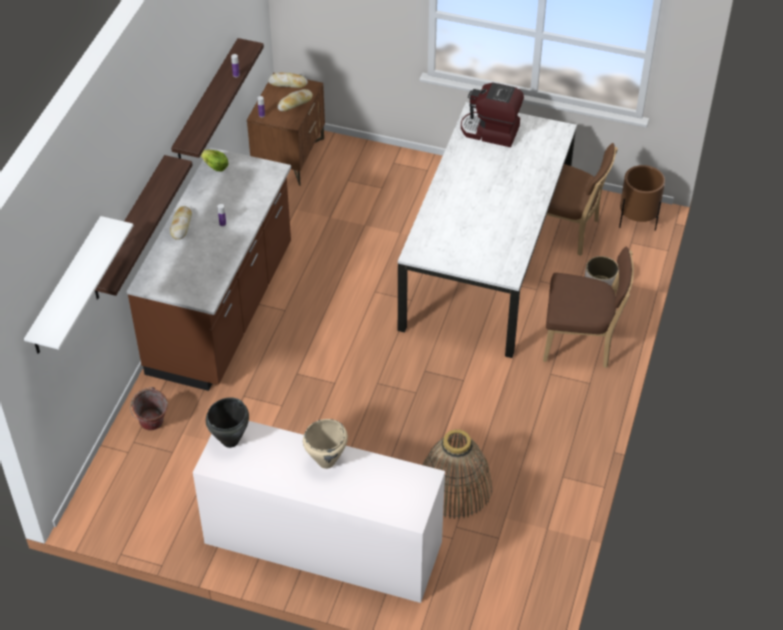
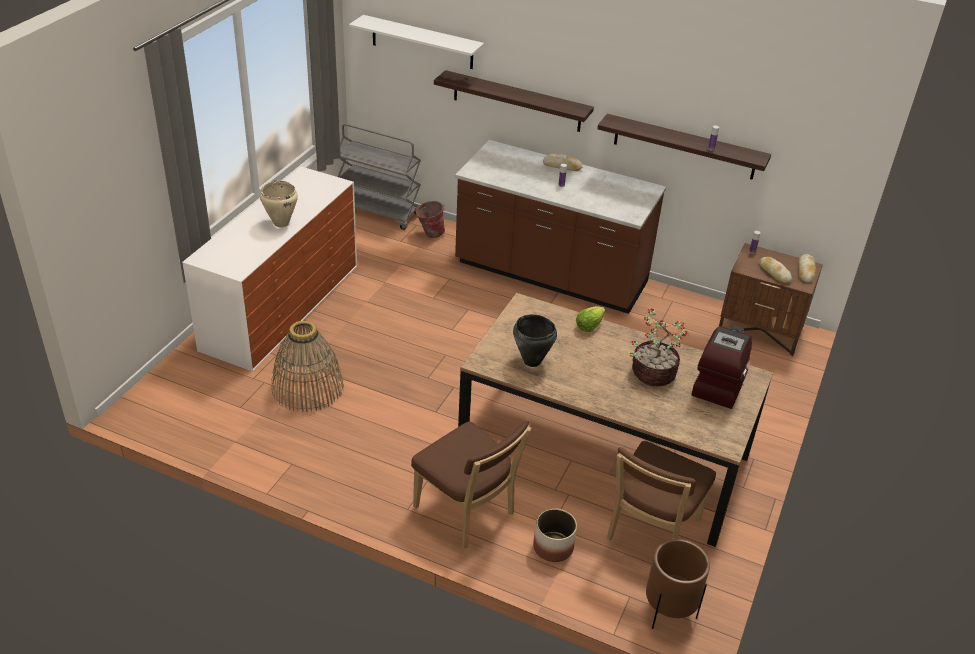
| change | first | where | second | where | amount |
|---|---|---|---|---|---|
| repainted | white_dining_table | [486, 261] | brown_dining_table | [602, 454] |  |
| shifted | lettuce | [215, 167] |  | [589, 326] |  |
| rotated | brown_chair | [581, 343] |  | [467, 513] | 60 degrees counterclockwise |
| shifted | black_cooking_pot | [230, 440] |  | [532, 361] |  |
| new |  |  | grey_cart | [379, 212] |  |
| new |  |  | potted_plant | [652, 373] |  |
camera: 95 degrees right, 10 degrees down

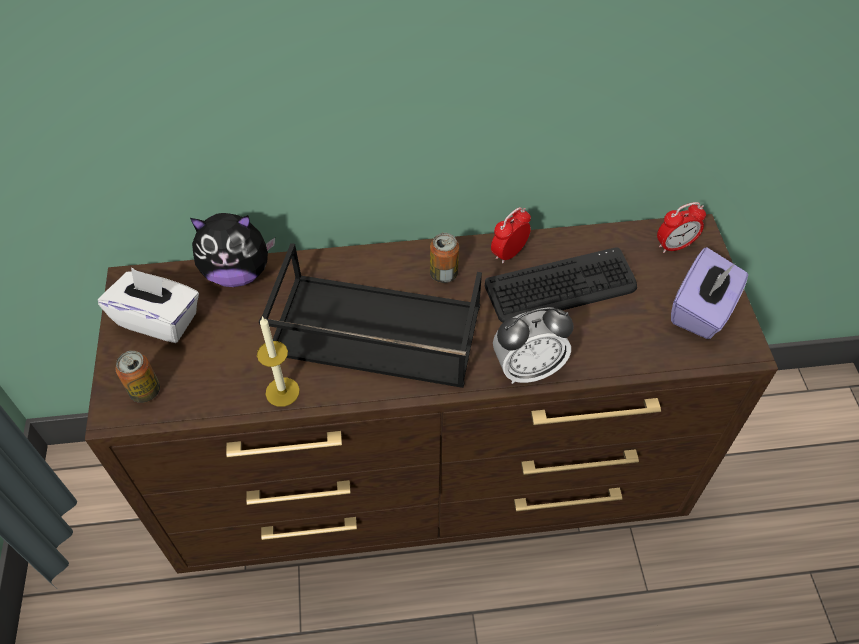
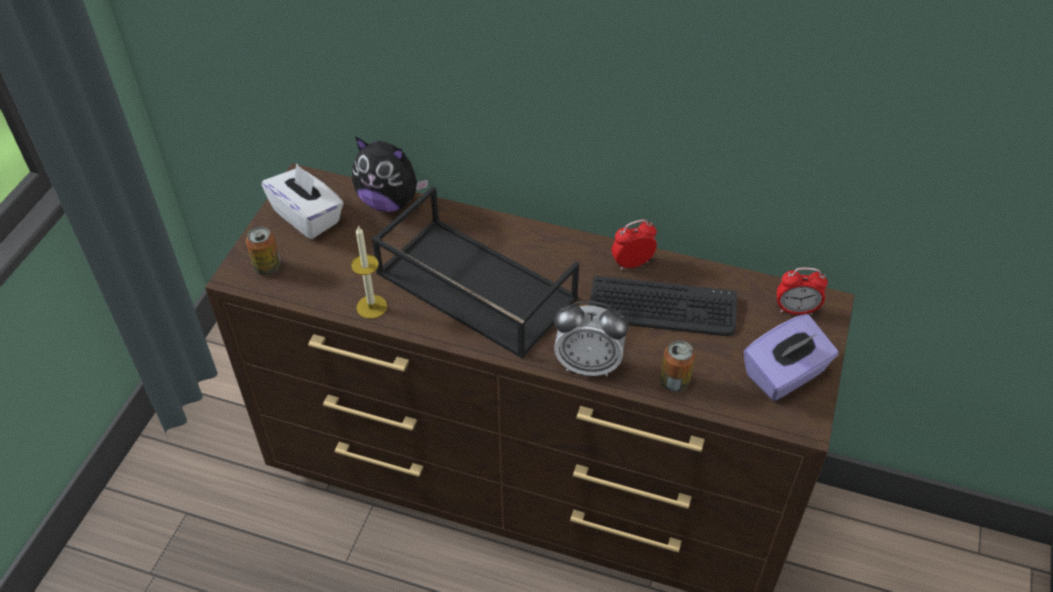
| change | first | where | second | where | amount |
|---|---|---|---|---|---|
| shifted | can | [443, 274] |  | [674, 382] |  |
camera: 25 degrees right, 5 degrees down

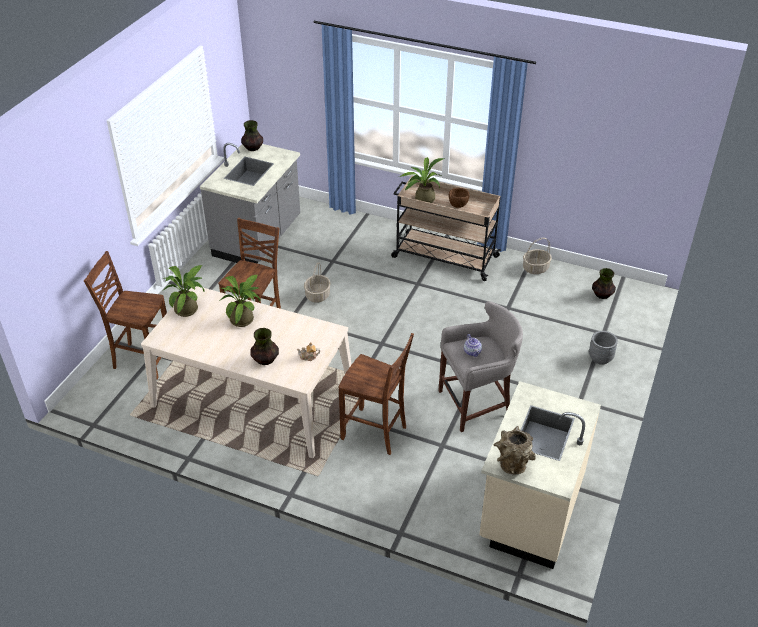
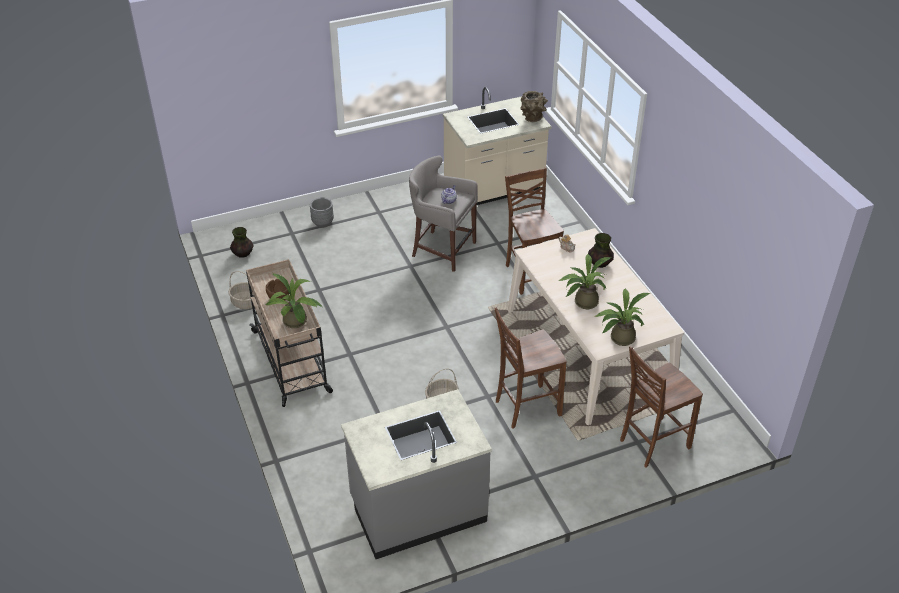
| change | first | where | second | where | amount |
|---|---|---|---|---|---|
| gone | vase | [253, 148] |  |  |  |
| rotated | brown_chair | [142, 359] |  | [652, 443] | 90 degrees clockwise |
camera: 135 degrees left, 0 degrees up

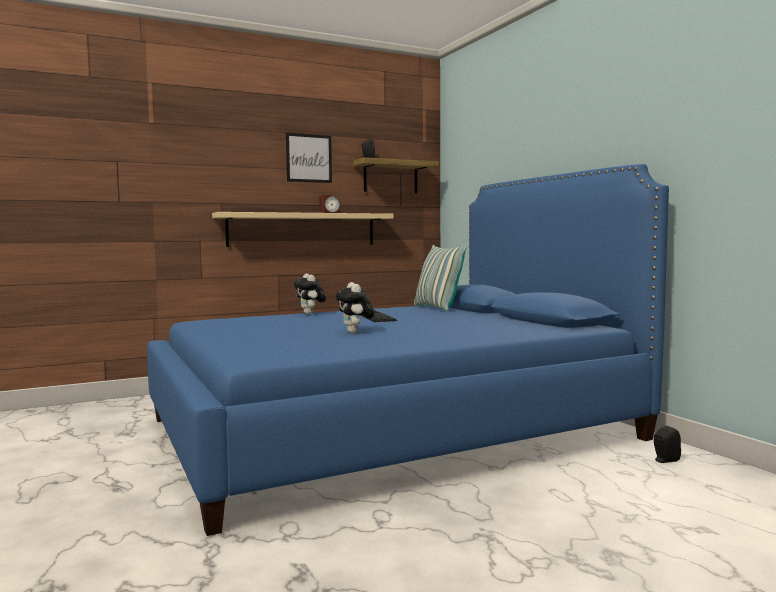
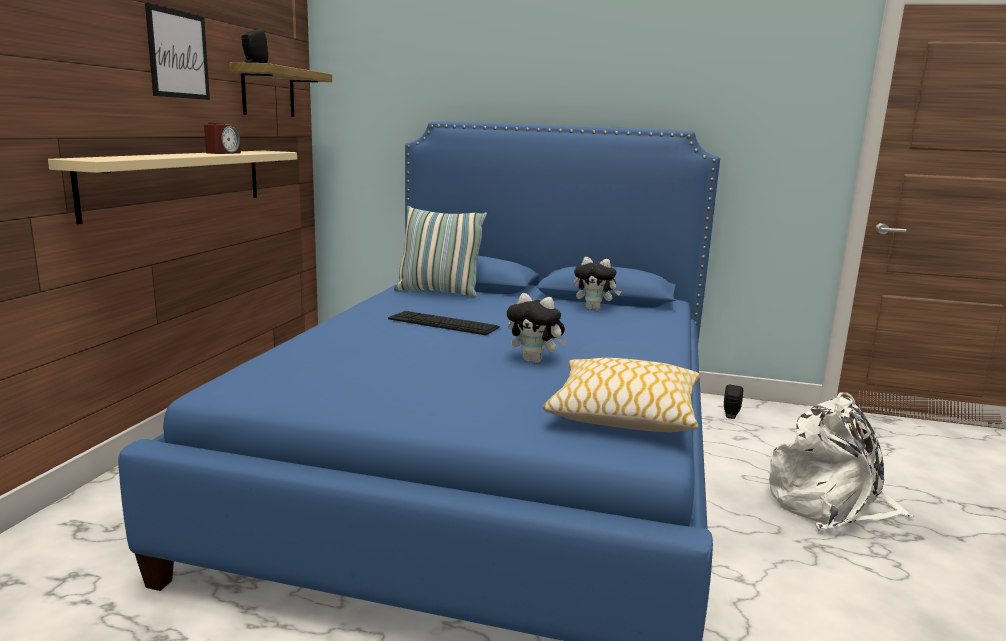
| change | first | where | second | where | amount |
|---|---|---|---|---|---|
| shifted | plush_toy | [310, 314] |  | [594, 309] |  |
| new |  |  | pillow | [624, 413] |  |
| new |  |  | white_backpack | [830, 505] |  |
camera: 50 degrees left, 10 degrees up

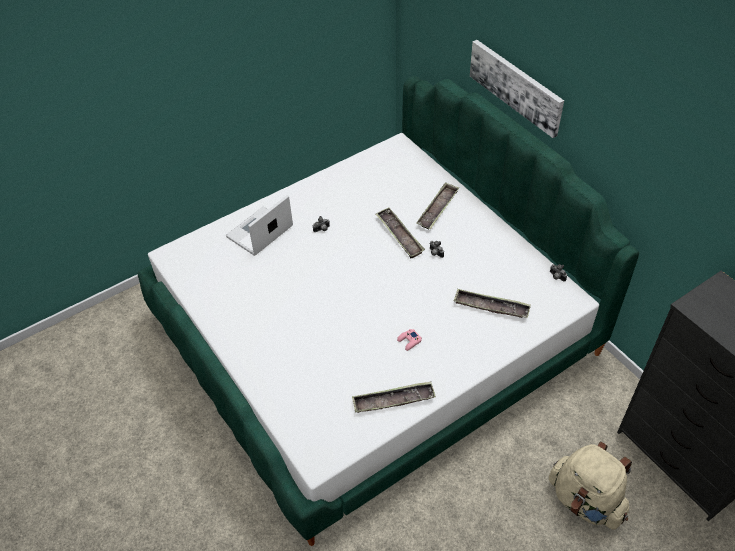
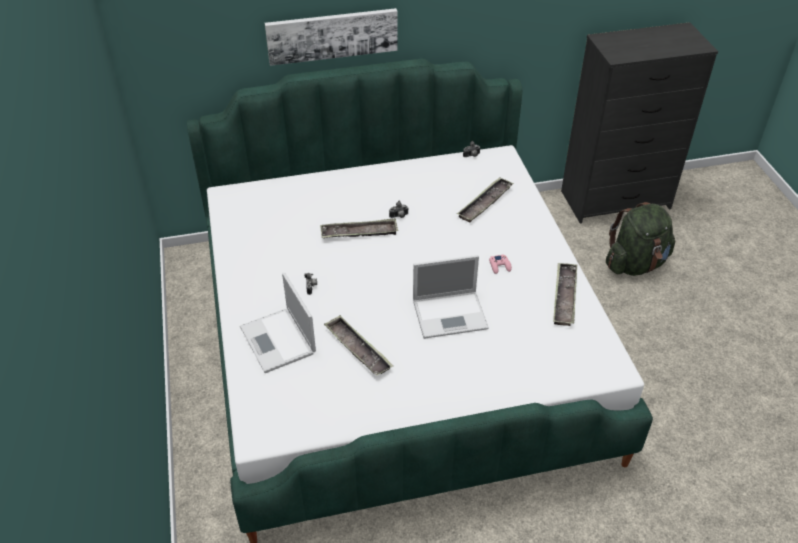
| change | first | where | second | where | amount |
|---|---|---|---|---|---|
| shifted | tray | [438, 209] |  | [358, 349] |  |
| repainted | beige_backpack | [586, 500] | green_backpack | [635, 264] |  |
| new |  |  | laptop | [451, 314] |  |
camera: 70 degrees left, 5 degrees down

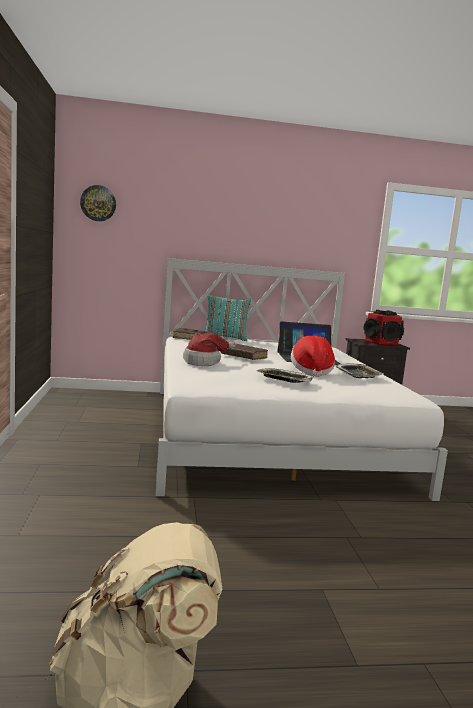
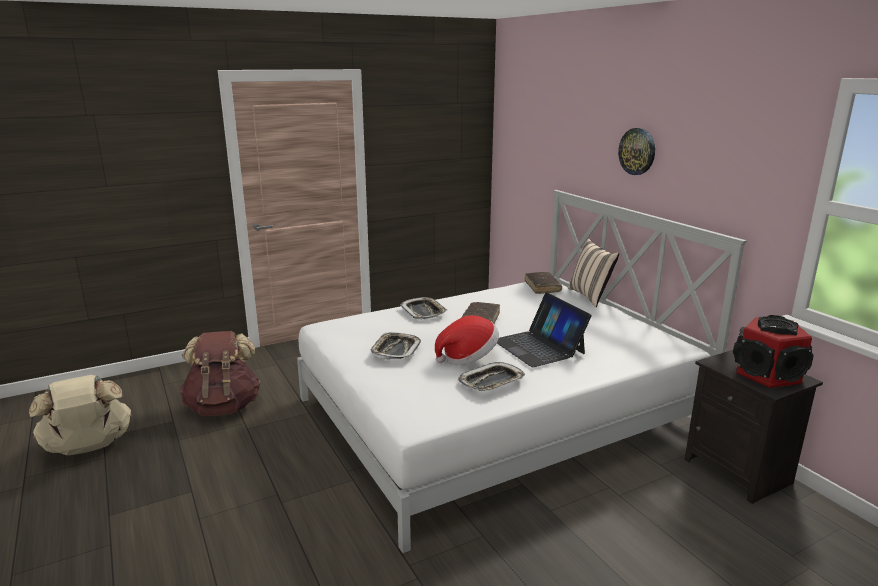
| change | first | where | second | where | amount |
|---|---|---|---|---|---|
| shifted | wall_clock | [98, 203] |  | [637, 151] |  |
| repainted | turquoise_pillow | [225, 338] | beige_pillow | [590, 296] |  |
| swapped | hat | [204, 362] | tray | [423, 312] |  |
| new |  |  | brown_backpack | [223, 406] |  |
camera: 70 degrees right, 10 degrees up

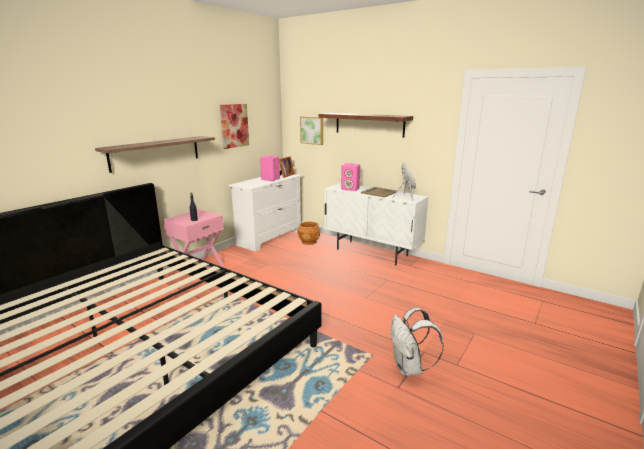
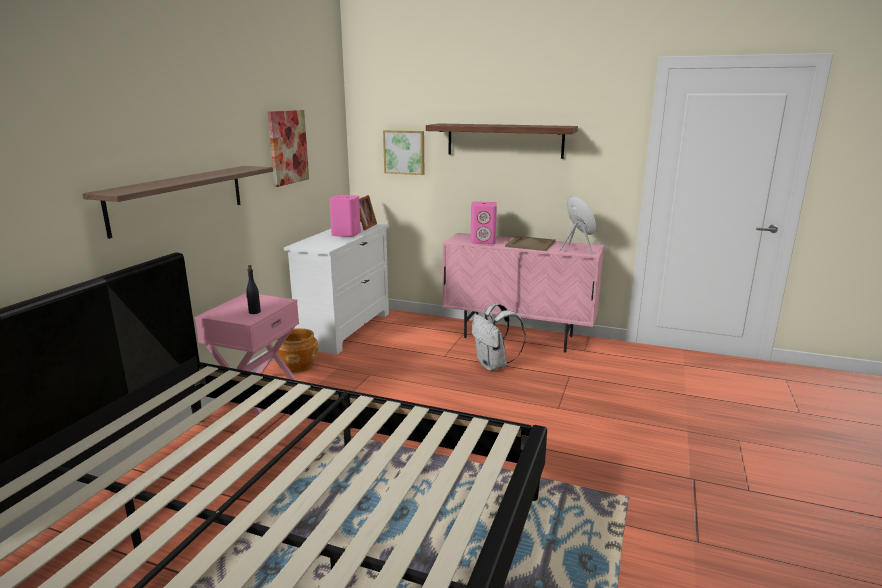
| change | first | where | second | where | amount |
|---|---|---|---|---|---|
| repainted | white_cabinet | [372, 253] | pink_cabinet | [518, 337] |  |
| shifted | brown_planter | [309, 242] |  | [298, 366] |  |
| shifted | white_backpack | [409, 368] |  | [494, 365] |  |
camera: 15 degrees left, 0 degrees up

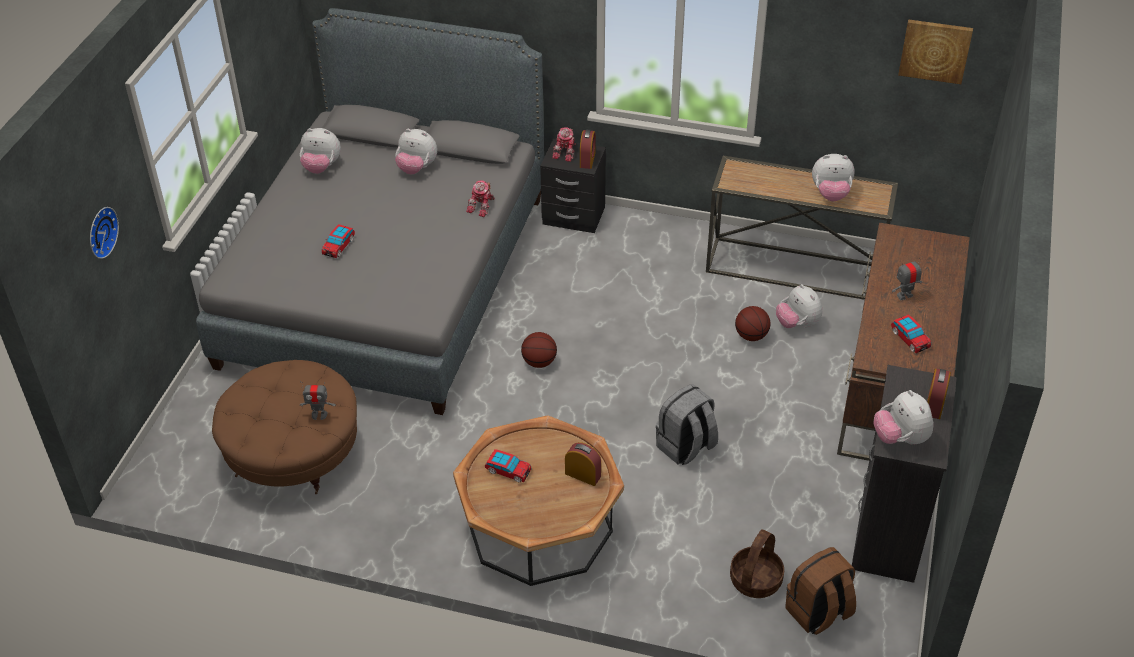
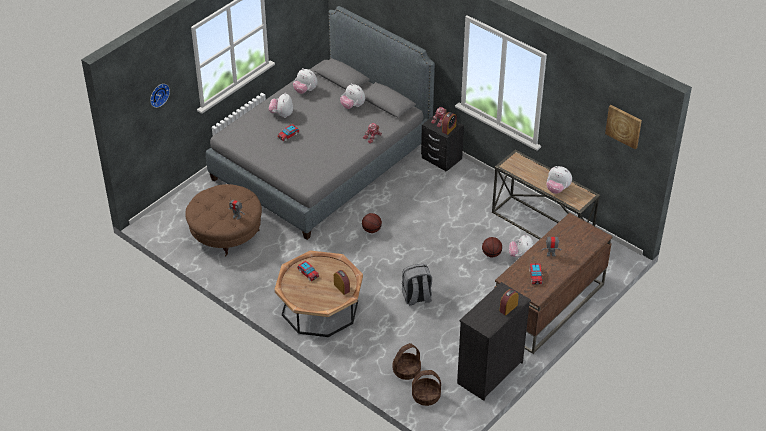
| change | first | where | second | where | amount |
|---|---|---|---|---|---|
| shifted | plush_toy | [900, 438] |  | [282, 114] |  |
| swapped | brown_backpack | [818, 613] | basket | [426, 396] |  |
camera: 25 degrees right, 0 degrees up

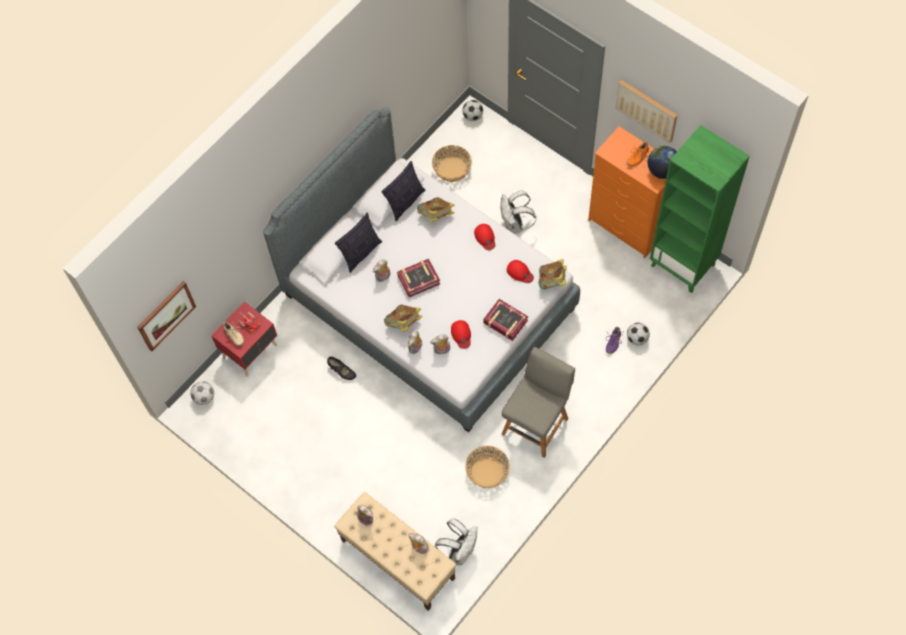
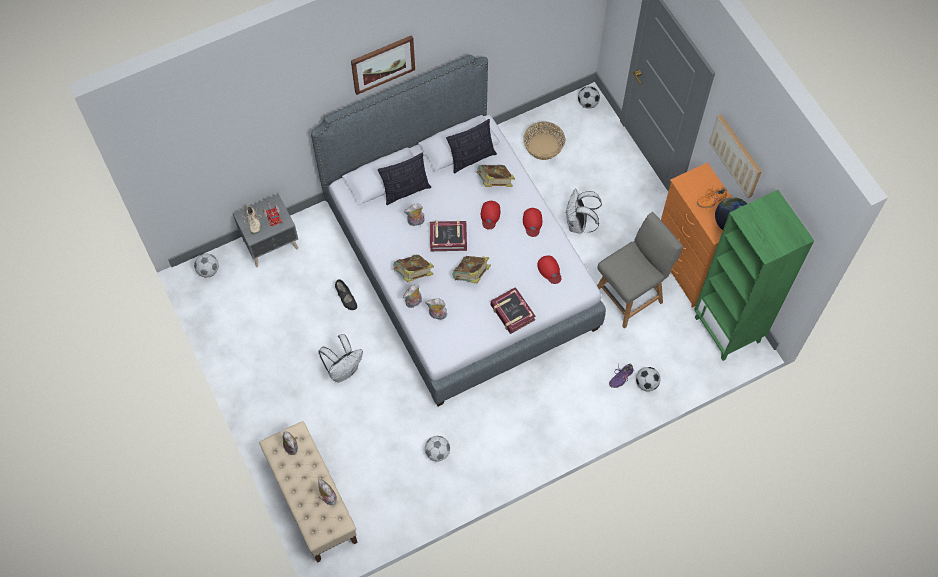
| change | first | where | second | where | amount |
|---|---|---|---|---|---|
| shifted | book | [552, 281] |  | [471, 275] |  |
| shifted | picture | [166, 315] |  | [382, 64] |  |
| repainted | red_nightstand | [251, 351] | grey_nightstand | [272, 245] |  |
| shifted | red_cap | [461, 334] |  | [490, 215] |  |
| shifted | grey_chair | [536, 424] |  | [630, 295] |  |
| swapped | basket | [487, 472] | football | [437, 452] |  |
| shifted | white_backpack | [459, 551] |  | [343, 370] |  |
camera: 20 degrees right, 0 degrees up

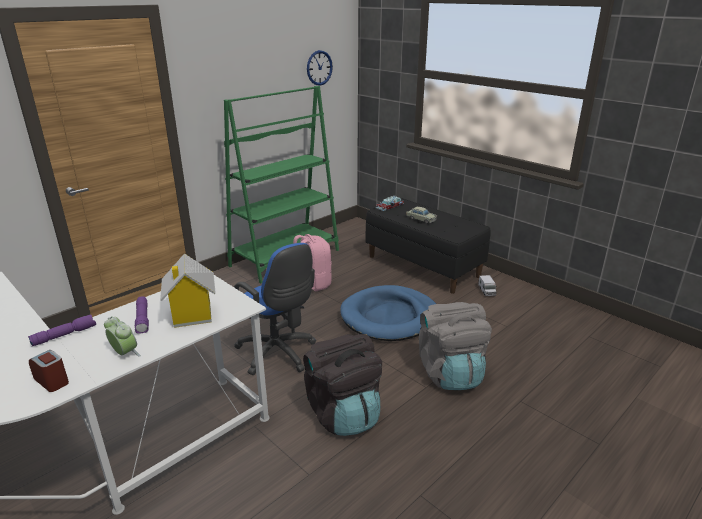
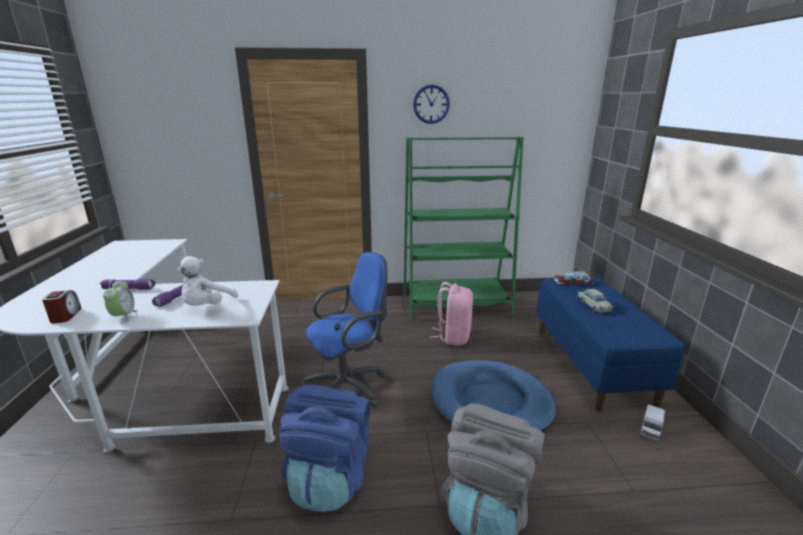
| change | first | where | second | where | amount |
|---|---|---|---|---|---|
| shifted | wall_clock | [319, 68] |  | [431, 104] |  |
| repainted | black_bench | [423, 266] | blue_bench | [592, 364] |  |
| rotated | blue_office_chair | [279, 354] |  | [349, 387] | 120 degrees counterclockwise |
| swapped | toy_house | [192, 314] | white_plush_toy | [207, 306] |  |
| repainted | black_backpack | [343, 413] | blue_backpack | [330, 477] |  |
camera: 40 degrees right, 5 degrees down

